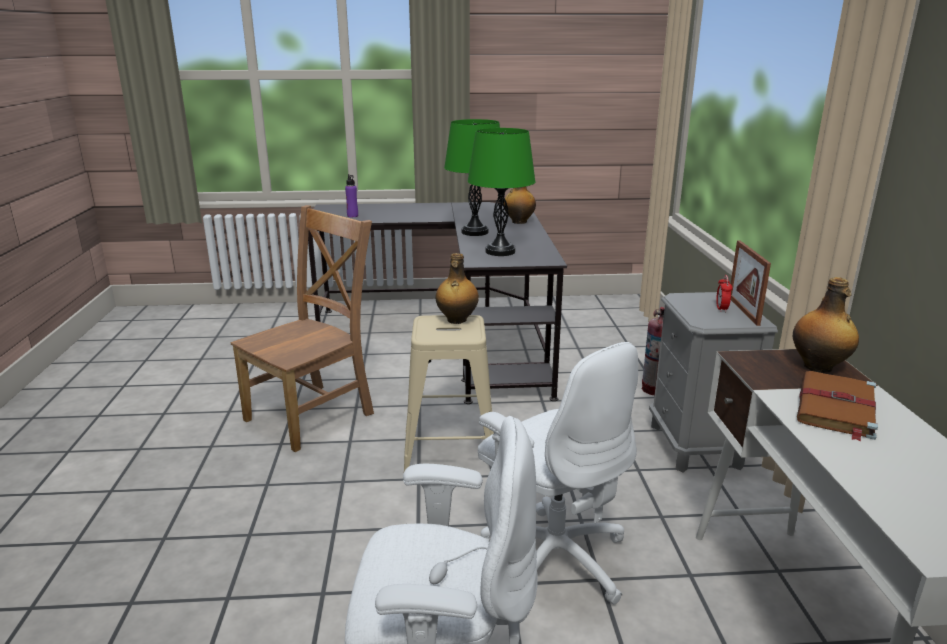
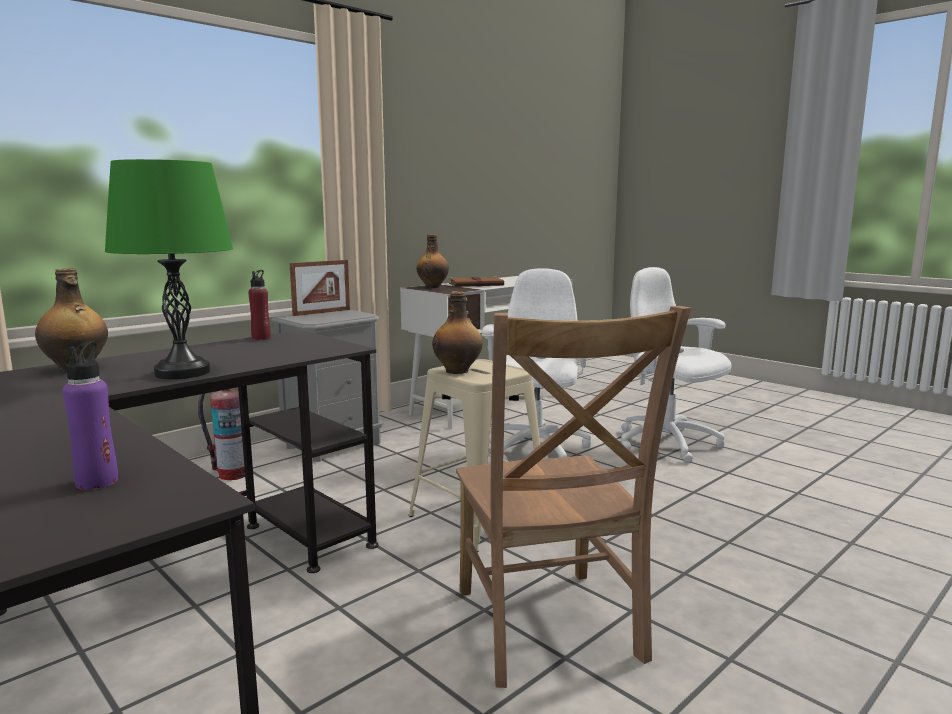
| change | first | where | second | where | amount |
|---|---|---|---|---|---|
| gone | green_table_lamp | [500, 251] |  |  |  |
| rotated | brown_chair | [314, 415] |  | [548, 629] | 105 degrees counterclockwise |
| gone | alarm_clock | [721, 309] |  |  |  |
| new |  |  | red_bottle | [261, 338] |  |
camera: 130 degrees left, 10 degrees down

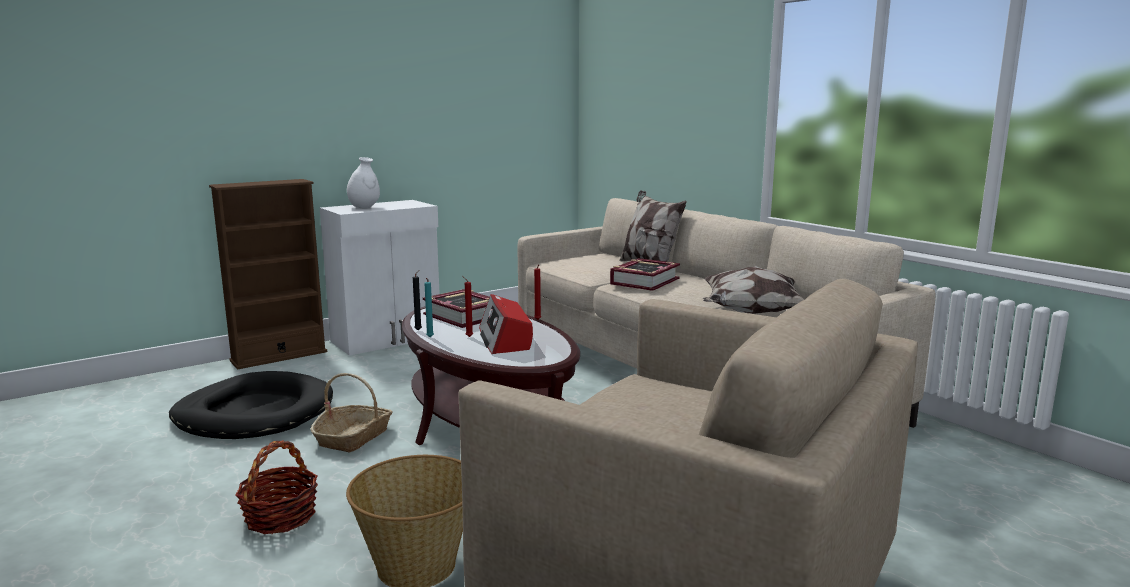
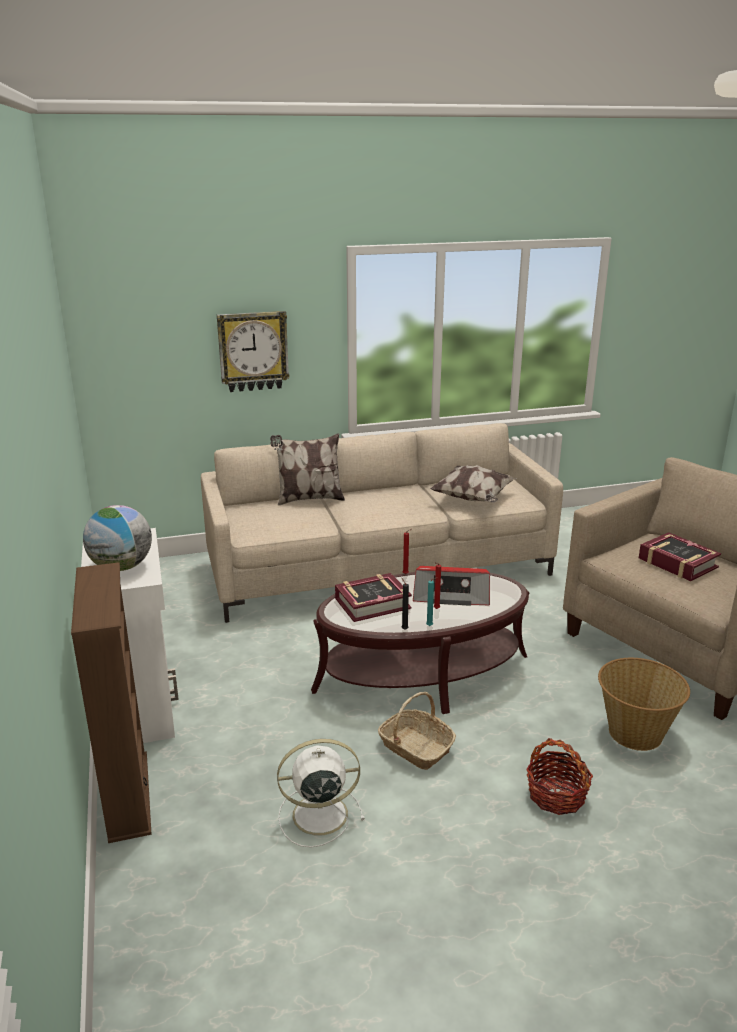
| change | first | where | second | where | amount |
|---|---|---|---|---|---|
| swapped | white_vase | [364, 207] | globe | [121, 567] |  |
| shifted | book | [644, 281] |  | [677, 563] |  |
| swapped | black_dog_bed | [254, 413] | white_fan | [317, 815] |  |
| new |  |  | wall_clock | [253, 351] |  |
camera: 70 degrees left, 10 degrees up

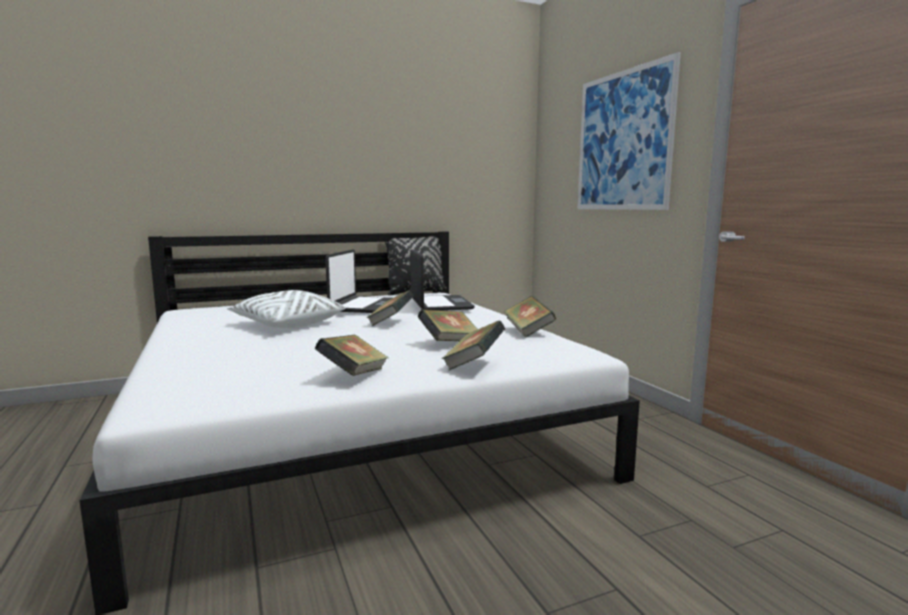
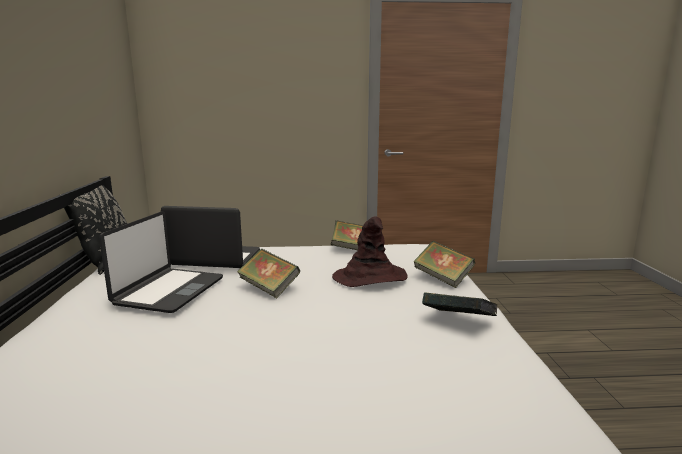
| change | first | where | second | where | amount |
|---|---|---|---|---|---|
| gone | picture | [623, 141] |  |  |  |
| rotated | laptop | [365, 306] |  | [168, 291] | 75 degrees clockwise |
| gone | white_pillow | [287, 324] |  |  |  |
| swapped | book | [449, 343] | brown_hat | [370, 277] |  |
camera: 70 degrees left, 5 degrees up

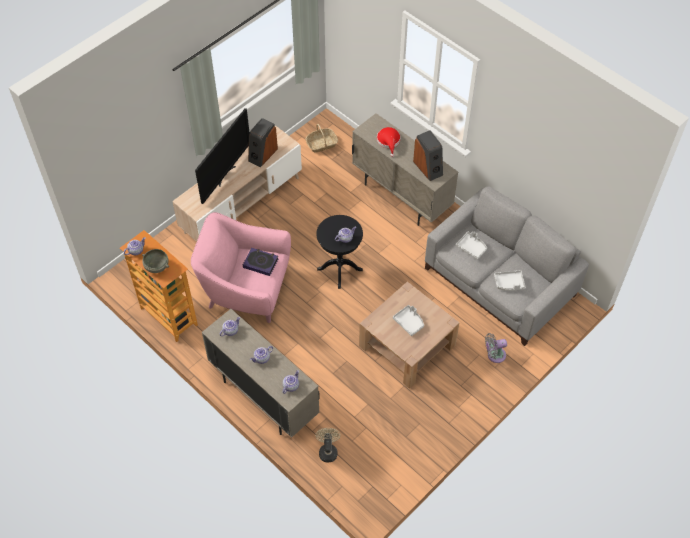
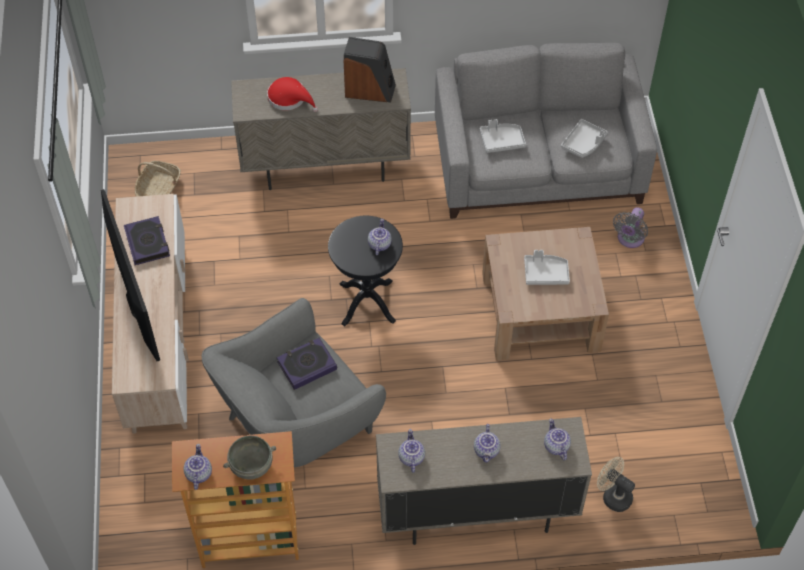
| change | first | where | second | where | amount |
|---|---|---|---|---|---|
| swapped | speaker | [262, 154] | book | [147, 243] |  |
| repainted | pink_armchair | [246, 290] | grey_armchair | [297, 423] |  |
camera: 50 degrees left, 0 degrees up

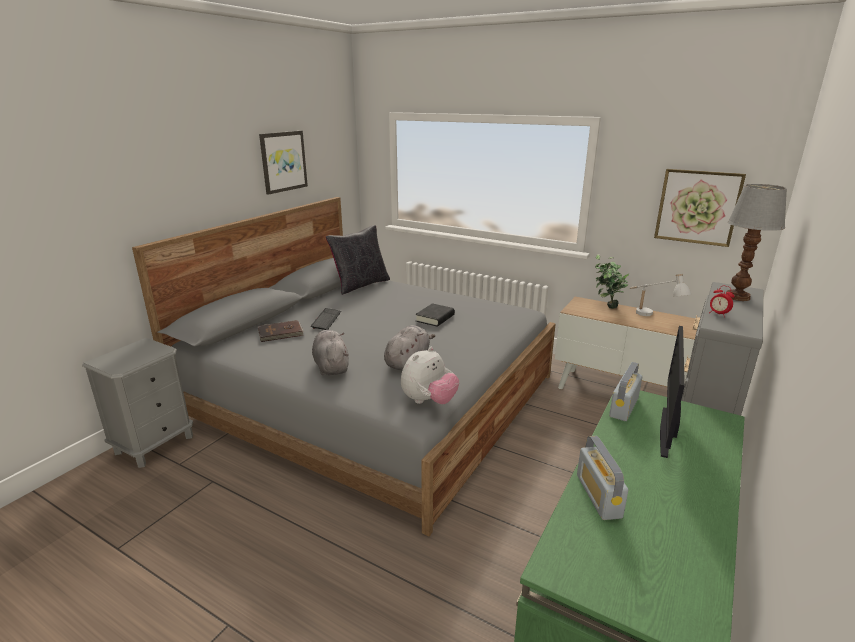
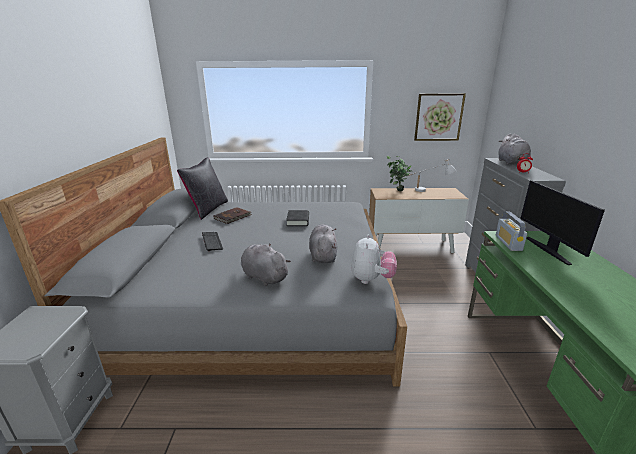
| change | first | where | second | where | amount |
|---|---|---|---|---|---|
| gone | picture | [283, 161] |  |  |  |
| swapped | table_lamp | [737, 297] | grey_plush_toy | [511, 163] |  |
| shifted | brown_book | [281, 333] |  | [233, 217] |  |
| gone | radio | [598, 496] |  |  |  |
camera: 30 degrees left, 0 degrees up

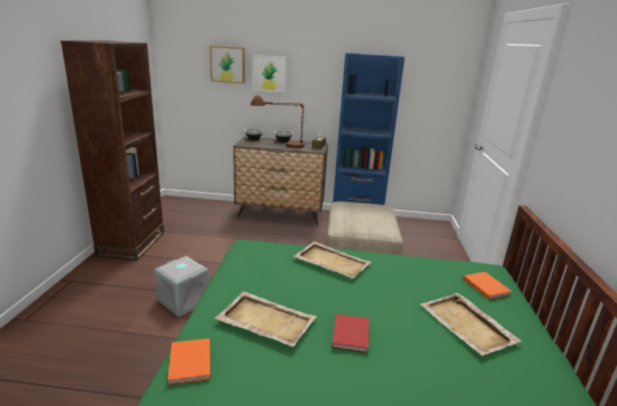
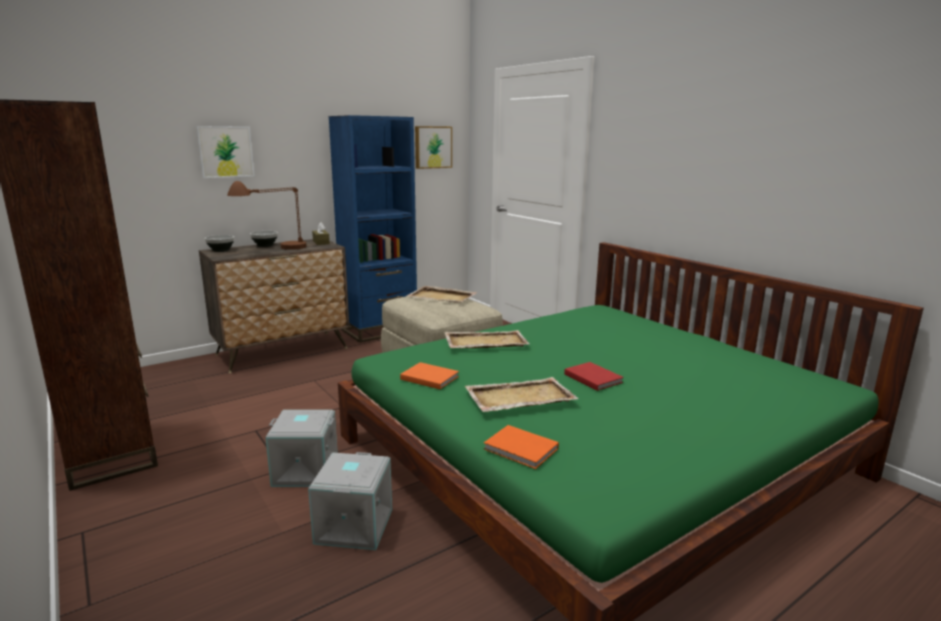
| change | first | where | second | where | amount |
|---|---|---|---|---|---|
| shifted | picture | [228, 64] |  | [432, 147] |  |
| shifted | orange_book | [486, 286] |  | [429, 377] |  |
| shifted | beige_tray | [467, 325] |  | [442, 297] |  |
| new |  |  | grey_storage_box | [353, 525] |  |
camera: 40 degrees left, 5 degrees down

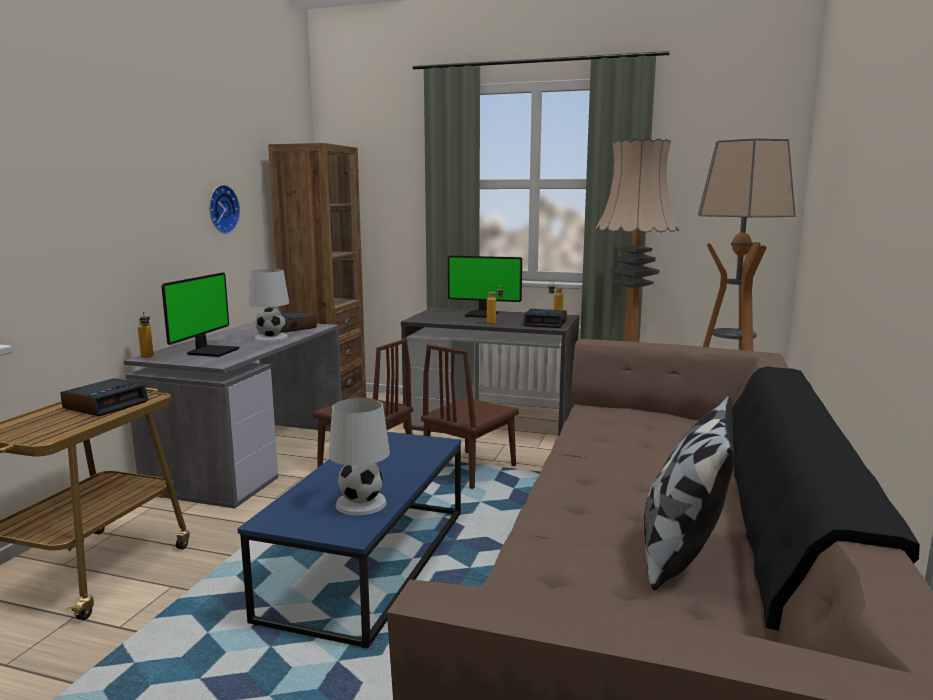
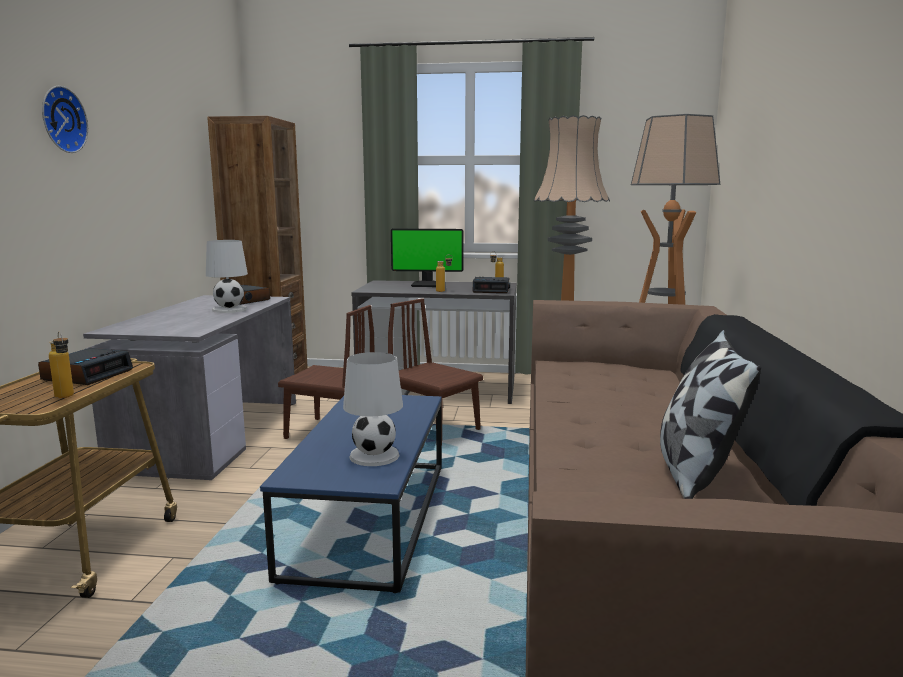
| change | first | where | second | where | amount |
|---|---|---|---|---|---|
| shifted | wall_clock | [221, 209] |  | [61, 120] |  |
| gone | monitor | [212, 351] |  |  |  |
| shifted | bottle | [148, 357] |  | [66, 397] |  |
| rotated | brown_chair | [469, 469] |  | [434, 429] | 105 degrees clockwise |
camera: 10 degrees left, 0 degrees up

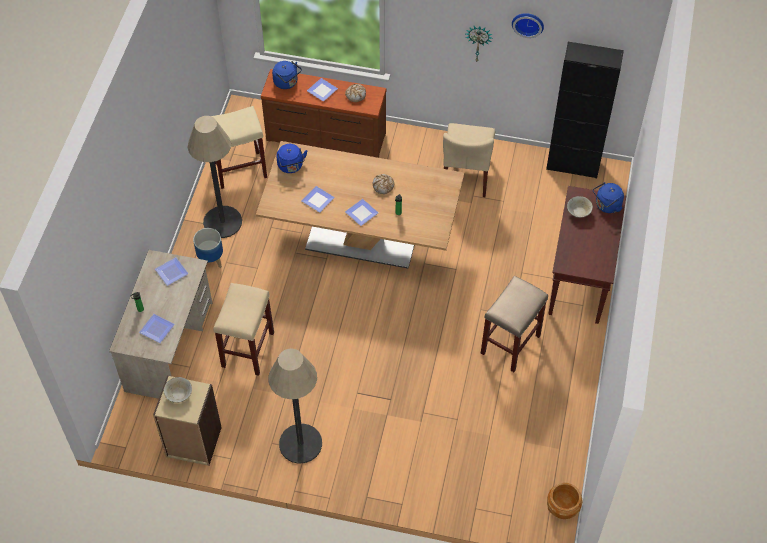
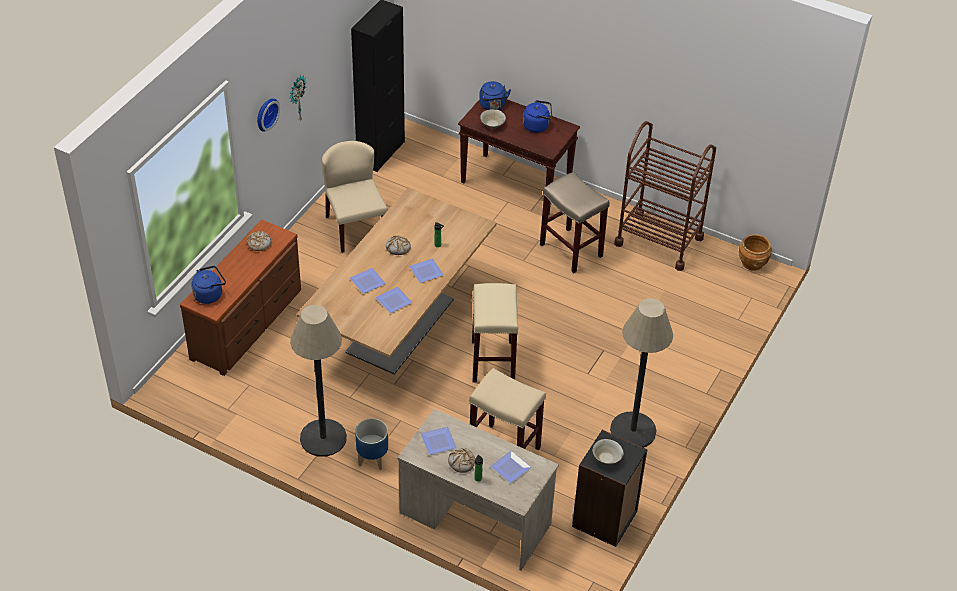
| change | first | where | second | where | amount |
|---|---|---|---|---|---|
| shifted | wall_clock | [528, 23] |  | [265, 113] |  |
| shifted | plate | [322, 91] |  | [369, 282] |  |
| shifted | beige_stool | [240, 169] |  | [492, 361] |  |
| rotated | beige_chair | [466, 175] |  | [355, 228] | 135 degrees counterclockwise |
| shifted | blue_kettle | [291, 166] |  | [537, 126] |  |
| repainted | beige_bookcase | [193, 442] | black_bookcase | [605, 519] |  |
| new |  |  | brown_cart | [659, 241] |  |
| new |  |  | bread | [461, 462] |  |
camera: 75 degrees left, 10 degrees down

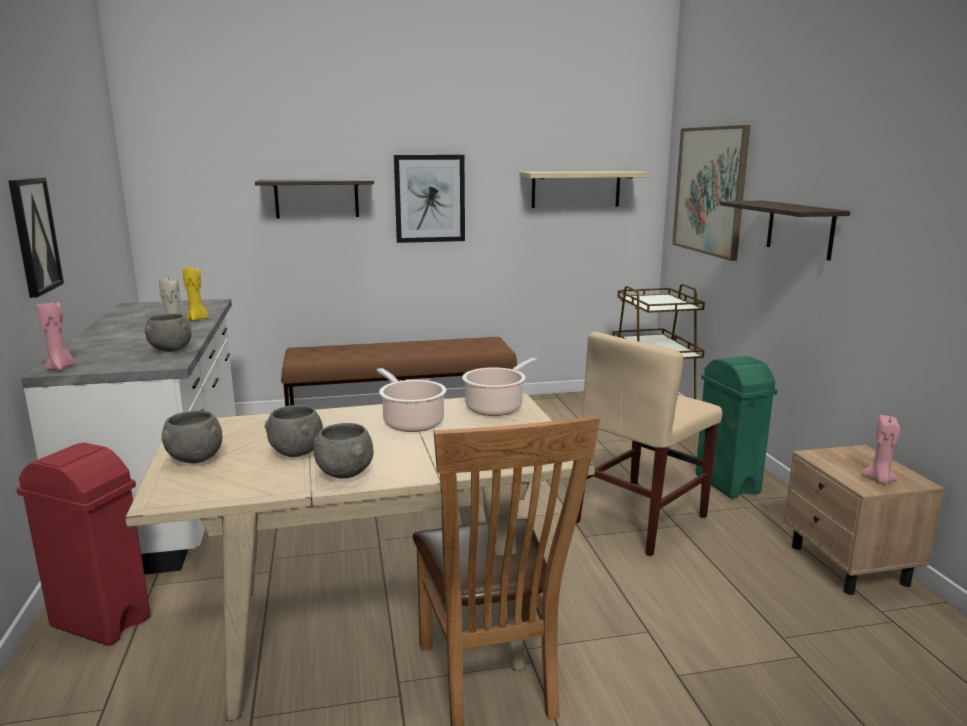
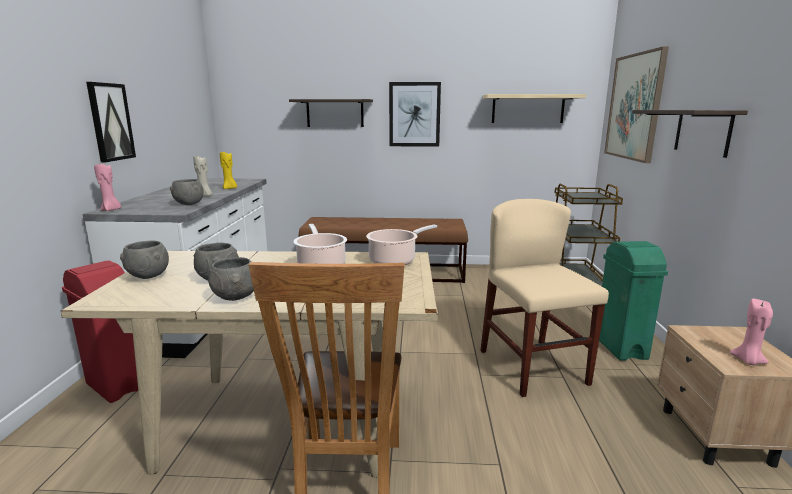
| change | first | where | second | where | amount |
|---|---|---|---|---|---|
| rotated | beige_chair | [640, 519] |  | [532, 367] | 105 degrees clockwise |
camera: 15 degrees right, 0 degrees up

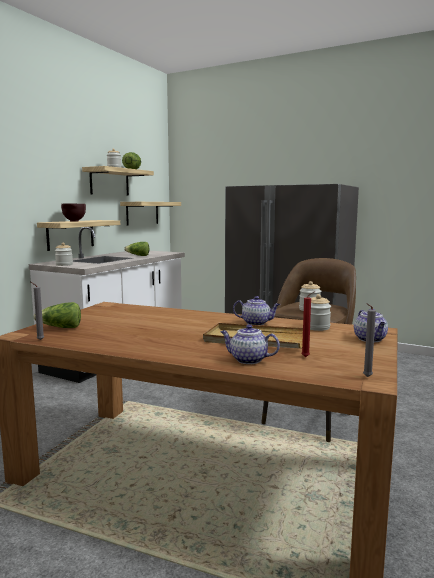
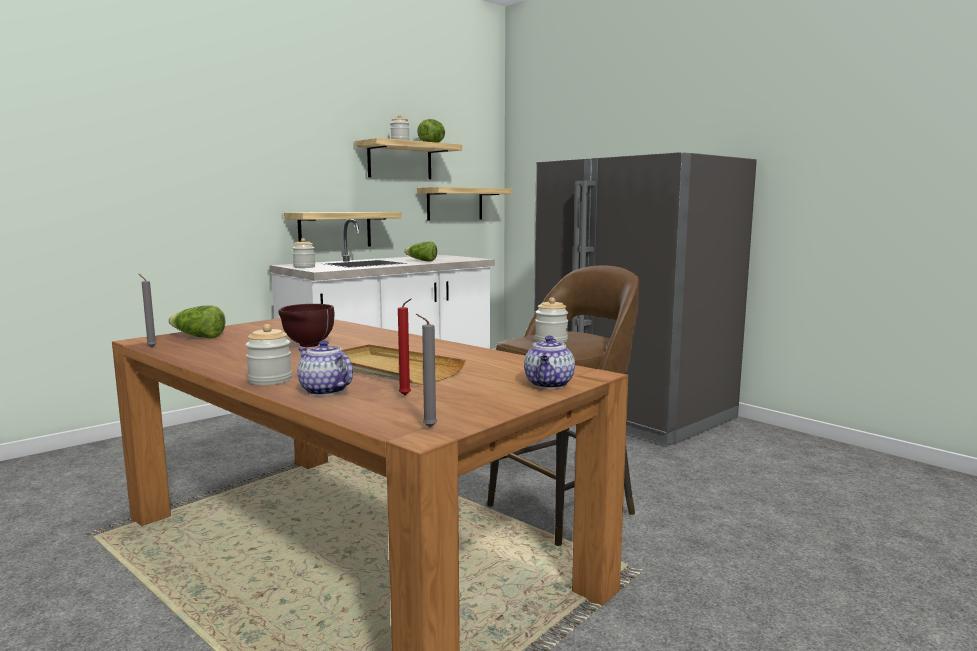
| change | first | where | second | where | amount |
|---|---|---|---|---|---|
| shifted | brown_bowl | [73, 221] |  | [307, 346] |  |
| shifted | jar | [317, 327] |  | [270, 380] |  |
| gone | teapot | [256, 323] |  |  |  |
camera: 20 degrees right, 0 degrees up

